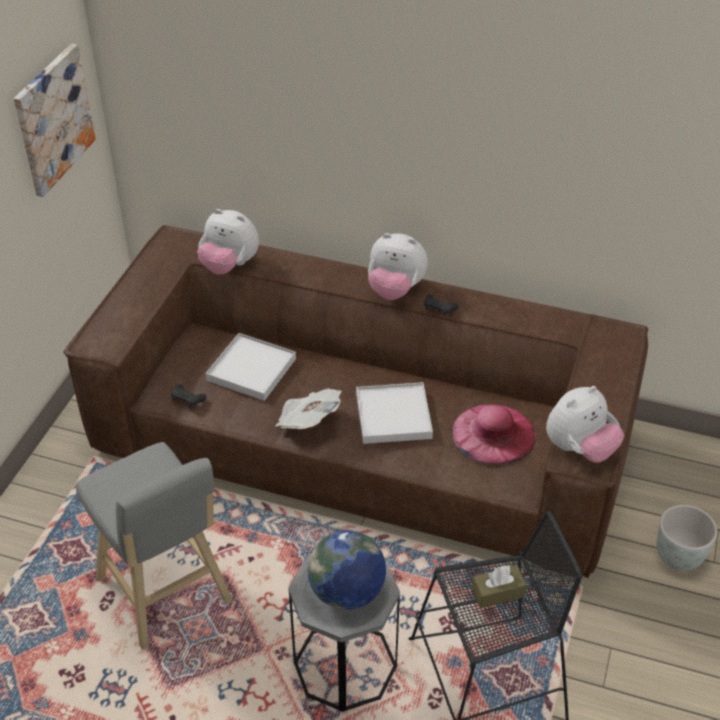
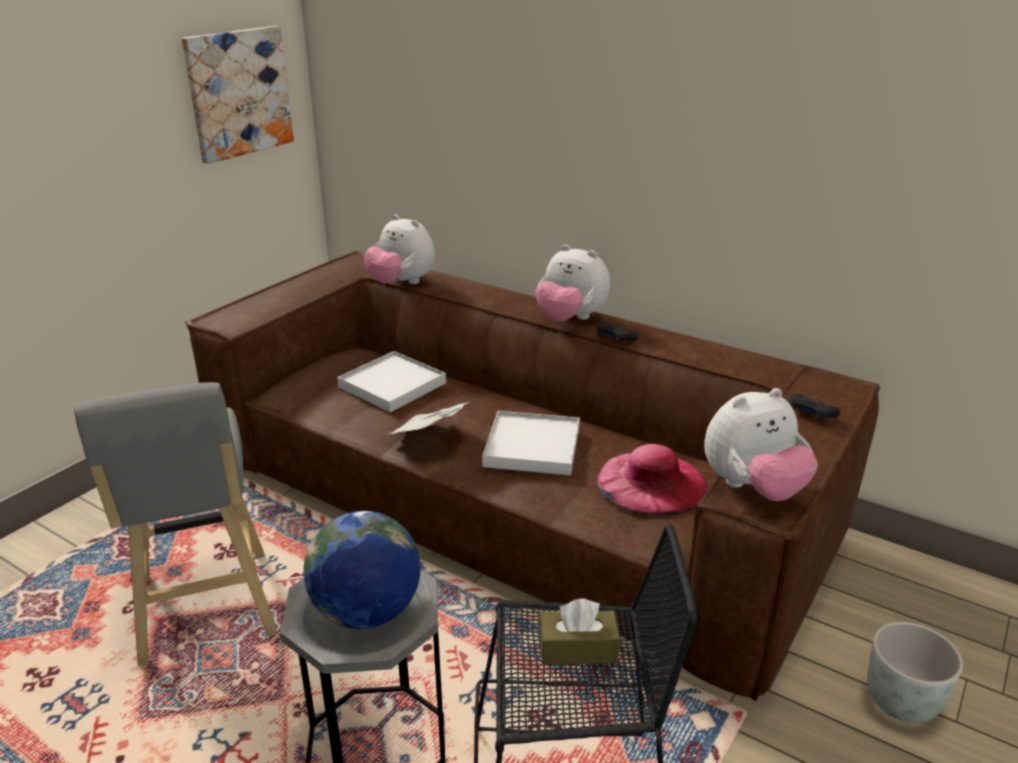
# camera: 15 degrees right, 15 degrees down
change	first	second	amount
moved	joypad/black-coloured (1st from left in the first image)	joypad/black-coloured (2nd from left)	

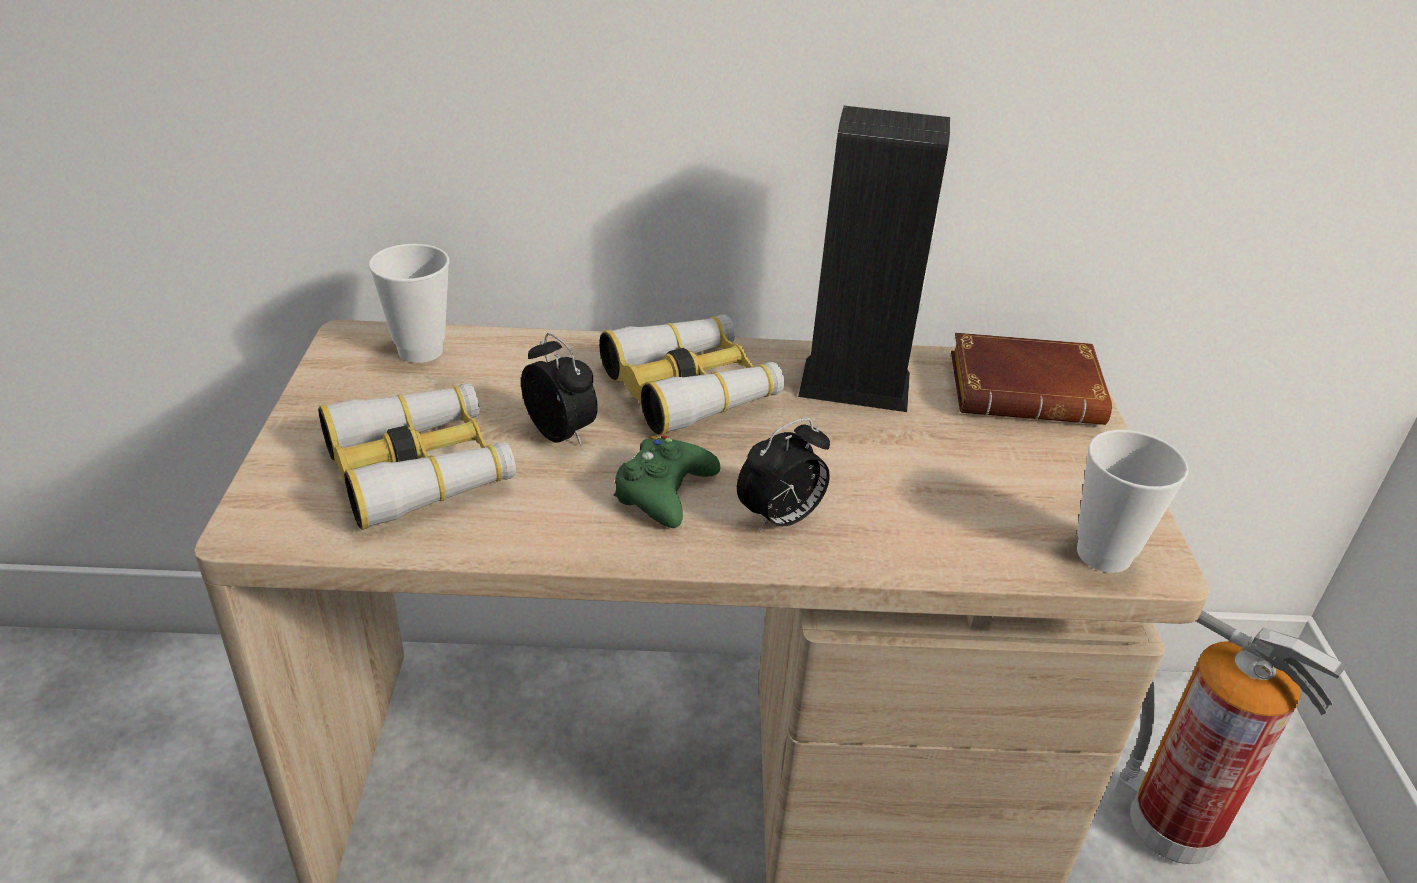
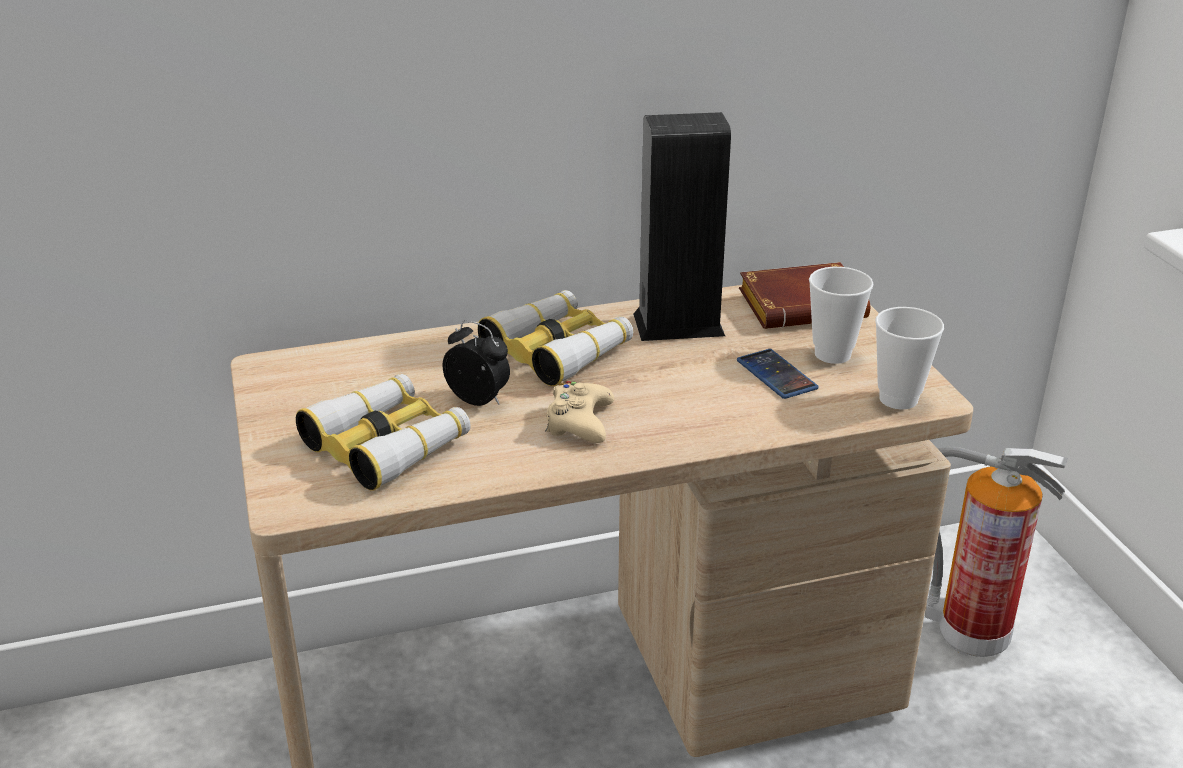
# camera: 15 degrees left, 5 degrees down
change	first	second	amount
moved	cup (1st from left)		
recoloured	joypad/greenish	joypad/beige-coloured	
removed	table clock (2nd from left)		
added		phone	

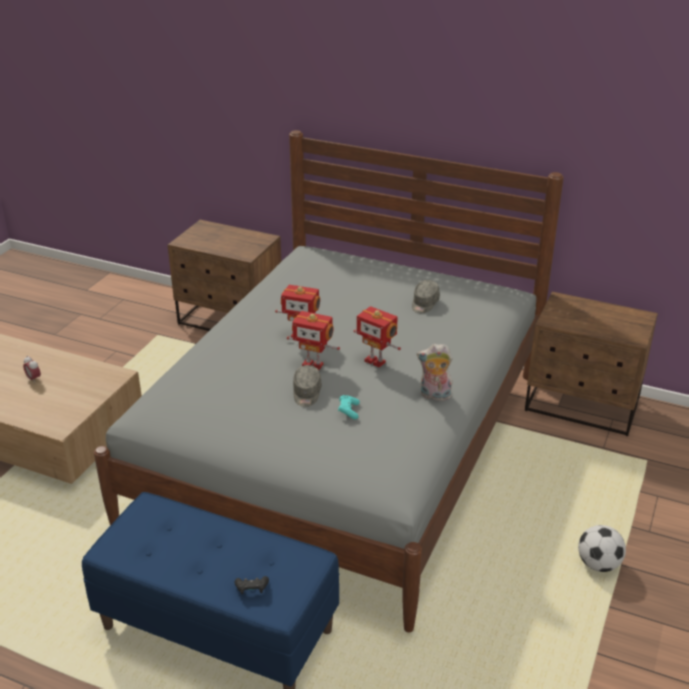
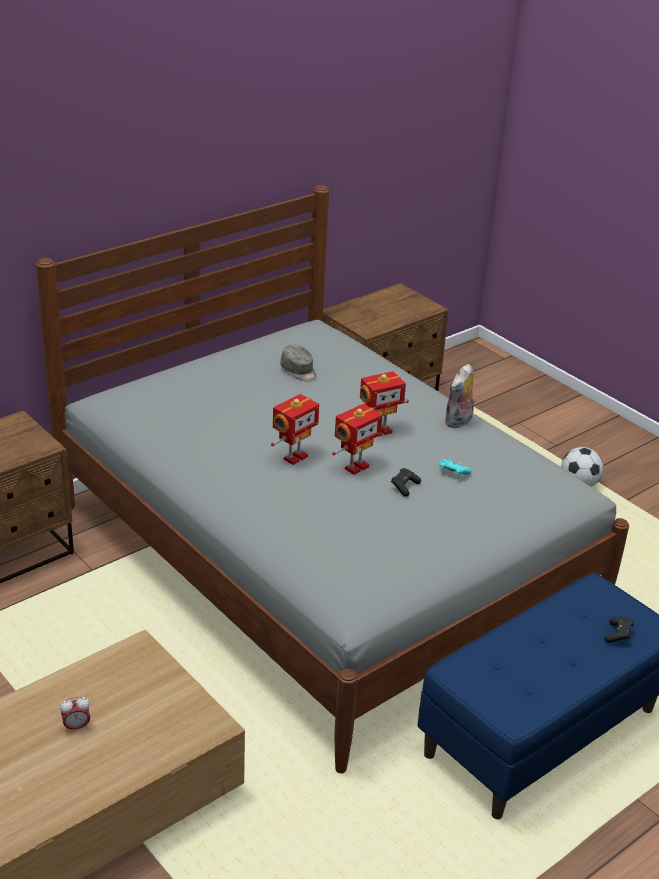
# camera: 65 degrees left, 0 degrees up
change	first	second	amount
replaced	peaked cap/gray (1st from left)	joypad/black-coloured (1st from left)	

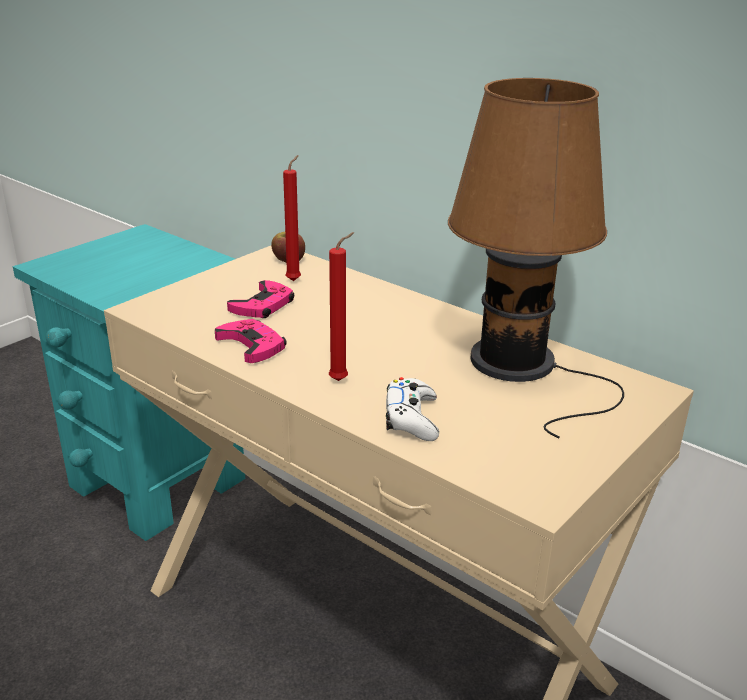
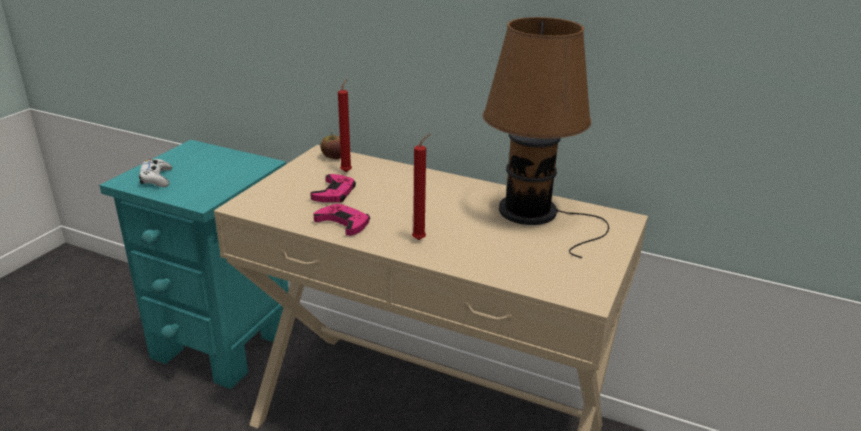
# camera: 15 degrees left, 0 degrees up
change	first	second	amount
moved	joypad/white-coloured		

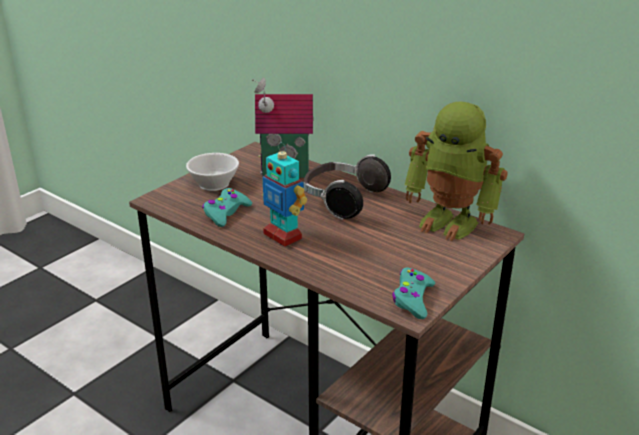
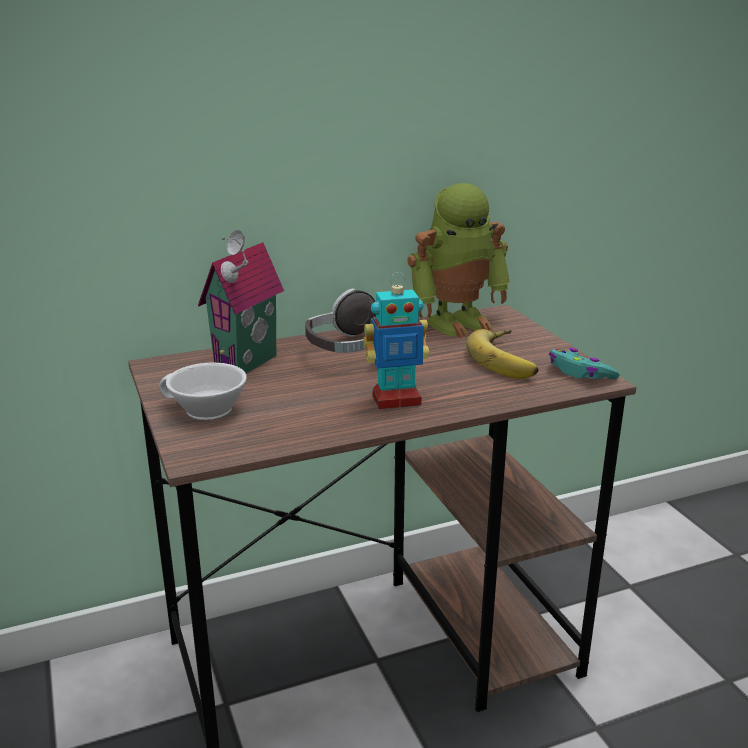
# camera: 60 degrees left, 5 degrees down
change	first	second	amount
removed	joypad/turquoise-coloured (1st from left)		
added		banana	

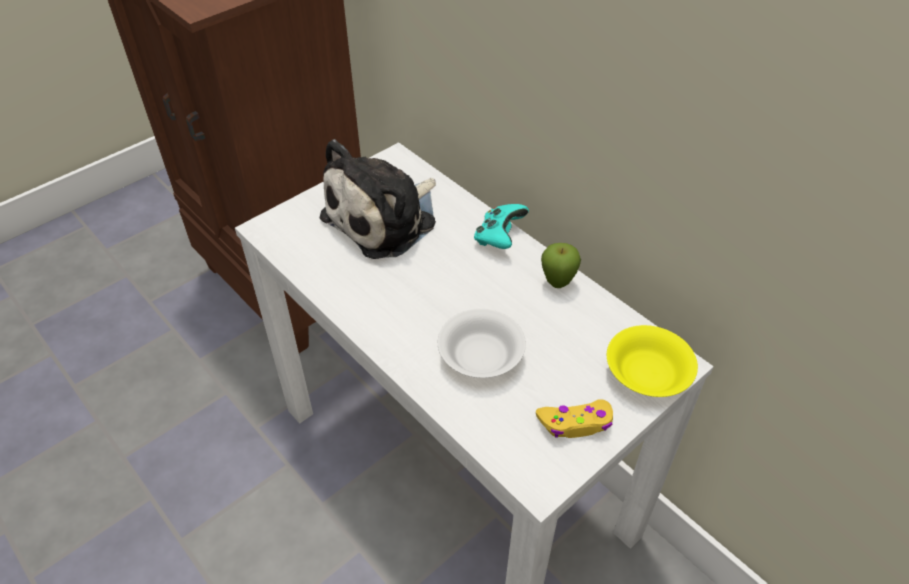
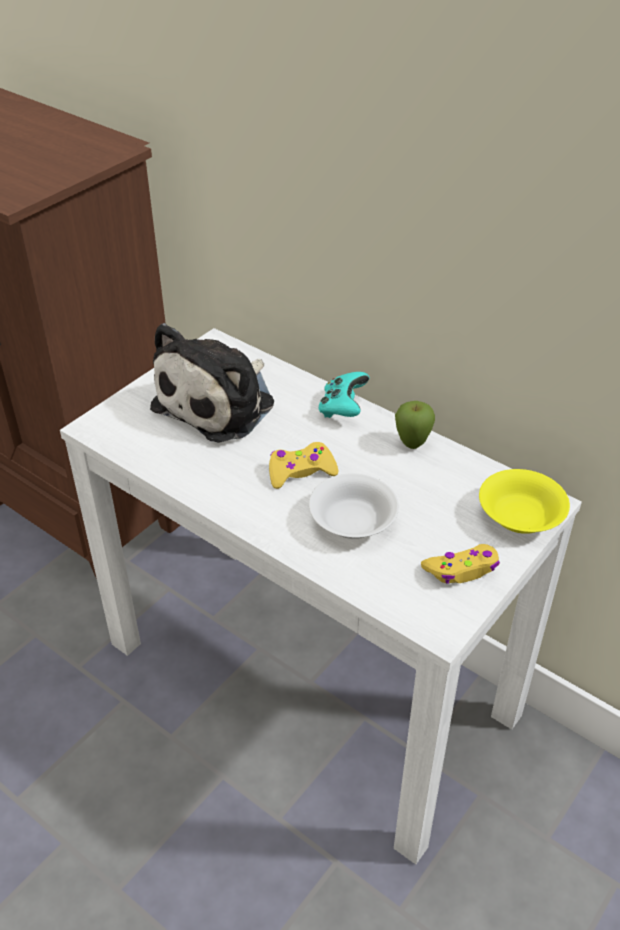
# camera: 10 degrees left, 5 degrees down
change	first	second	amount
added		joypad/yellow (1st from left)	

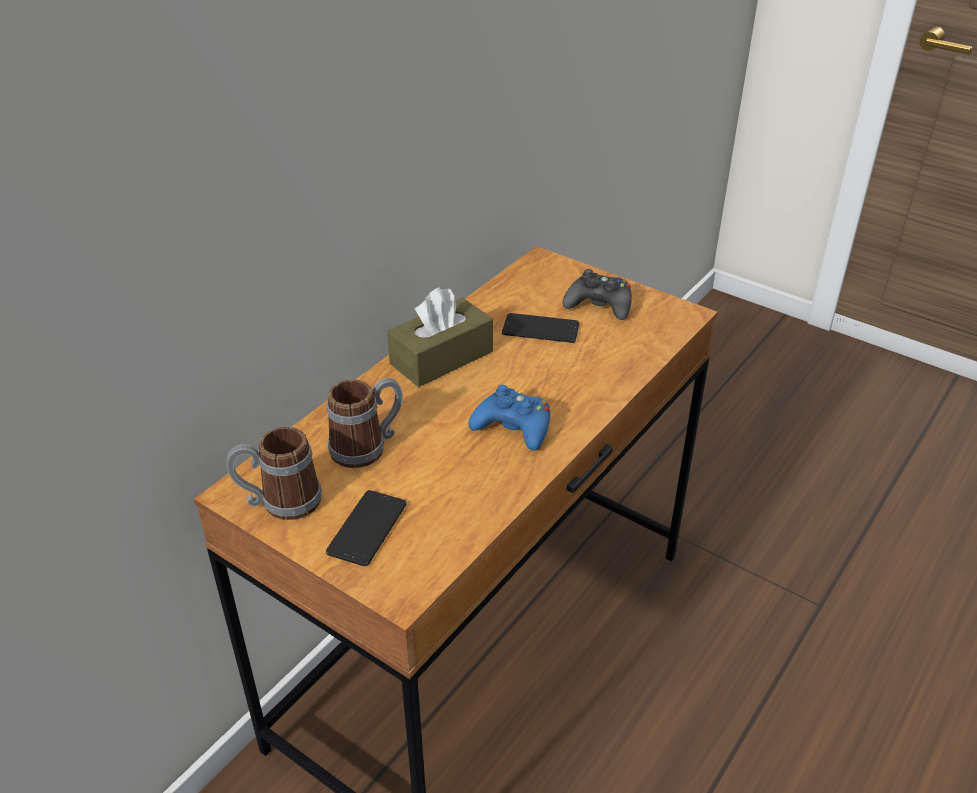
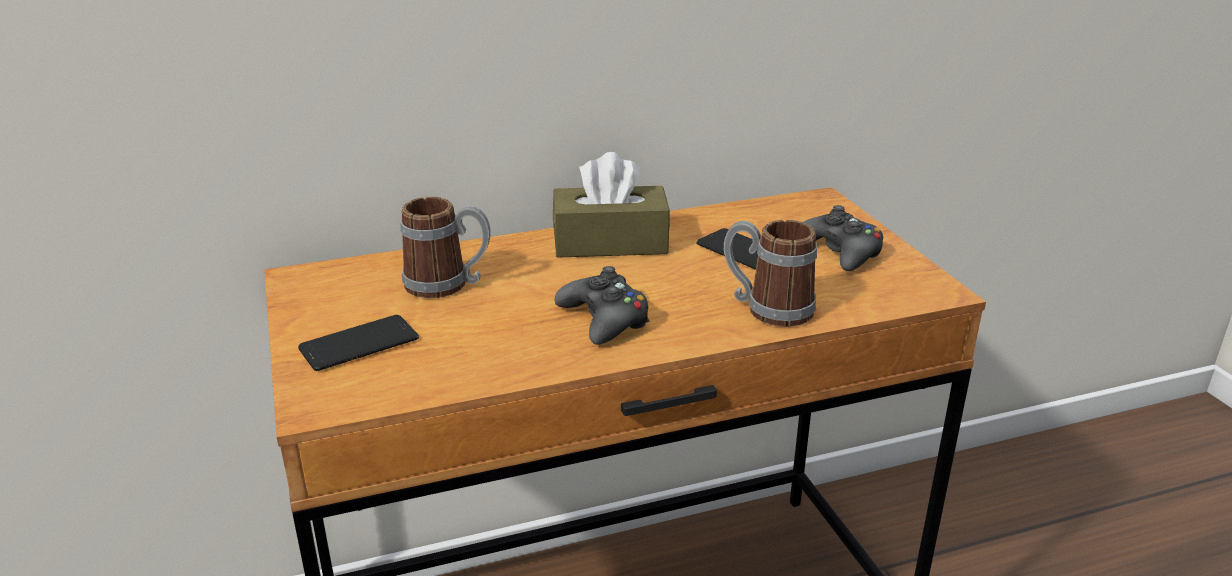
# camera: 35 degrees right, 10 degrees down
change	first	second	amount
moved	mug (1st from left in the first image)	mug (2nd from left)	
recoloured	joypad/bluish	joypad/black-coloured (1st from left)	

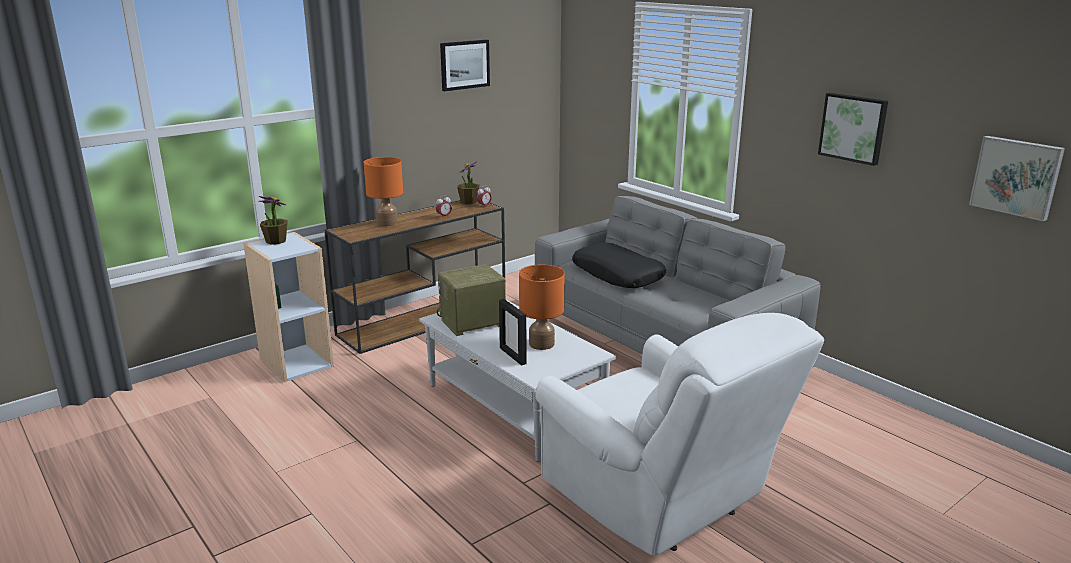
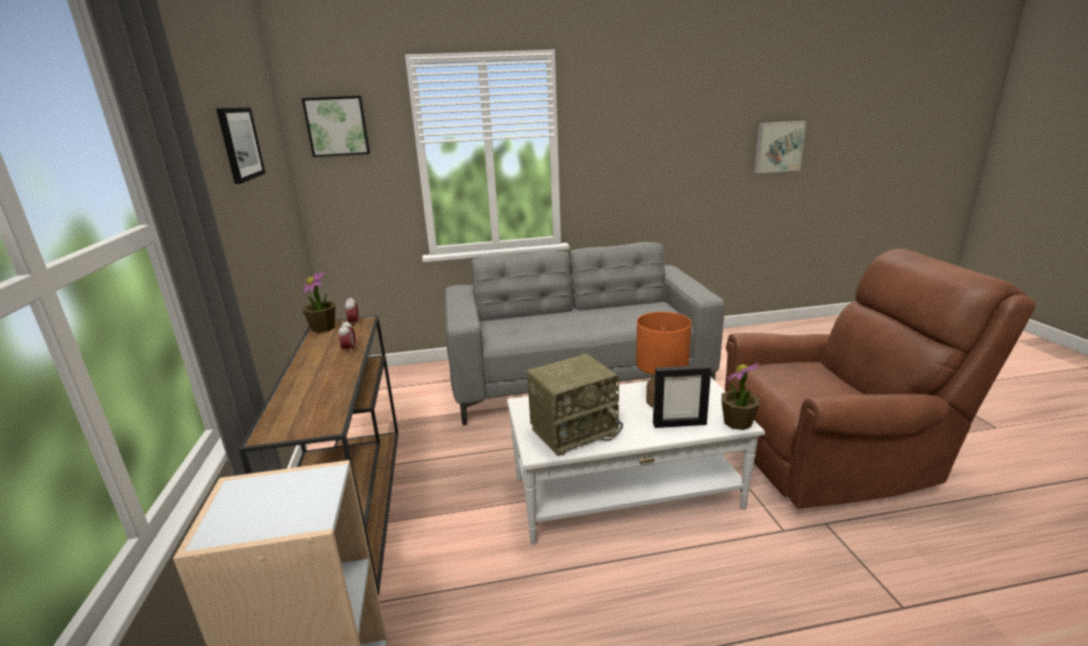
# camera: 60 degrees left, 0 degrees up
change	first	second	amount
moved	potted plant (1st from left in the first image)	potted plant (2nd from left)	
removed	lamp for a table/orangey (1st from left)		
turned	radio set		120 degrees counterclockwise
recoloured	armchair/white-coloured	armchair/brown-coloured	
removed	throw pillow/black-coloured		
moved	wall art (2nd from left)		

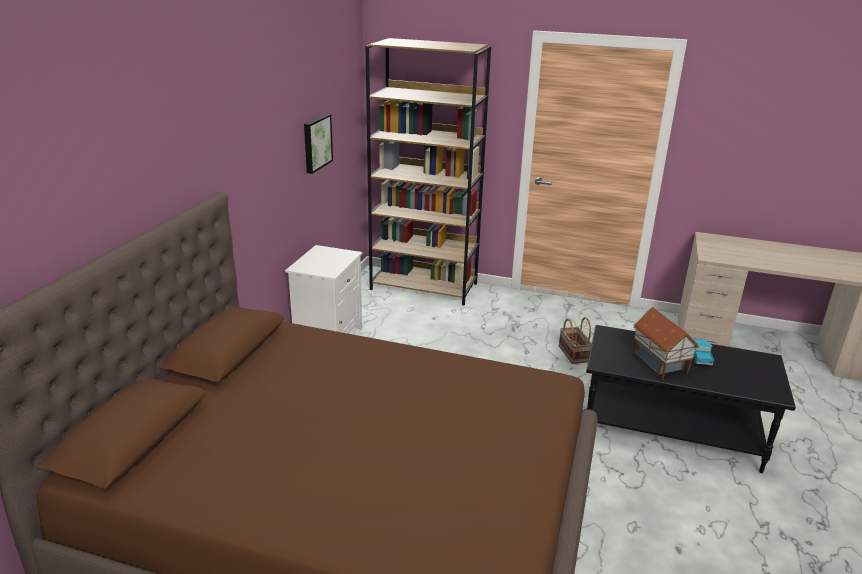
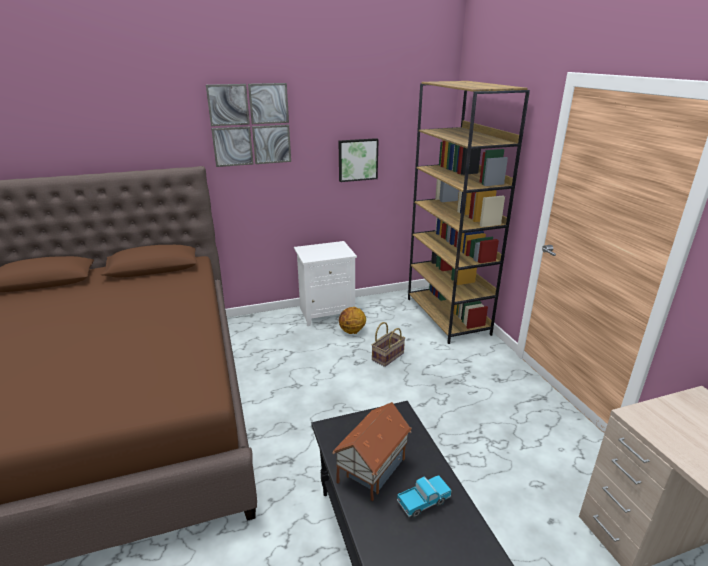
# camera: 55 degrees right, 0 degrees up
change	first	second	amount
moved	household basket		
added		wall art (1st from left)	
added		basketball	

